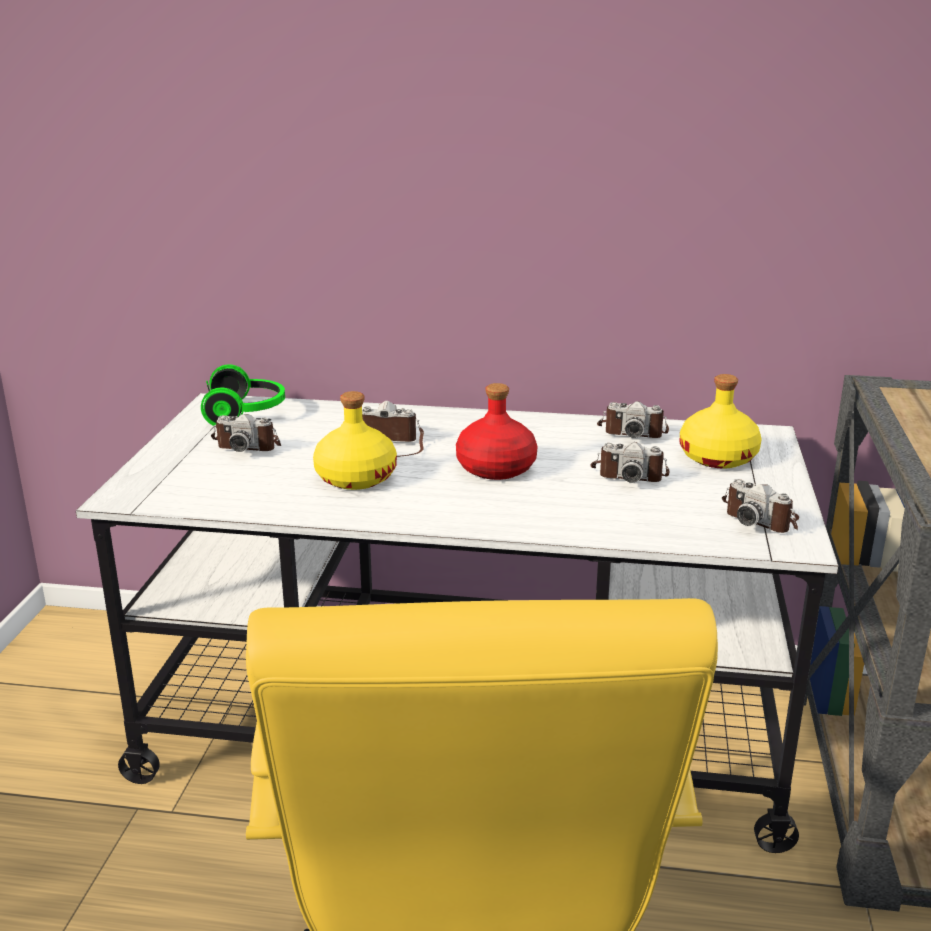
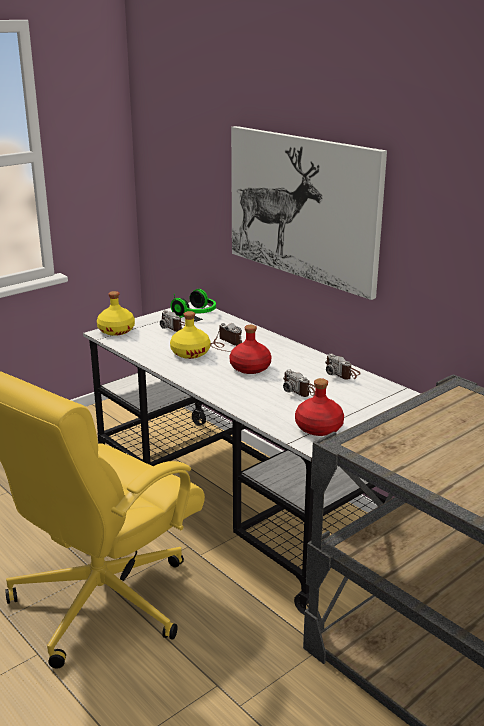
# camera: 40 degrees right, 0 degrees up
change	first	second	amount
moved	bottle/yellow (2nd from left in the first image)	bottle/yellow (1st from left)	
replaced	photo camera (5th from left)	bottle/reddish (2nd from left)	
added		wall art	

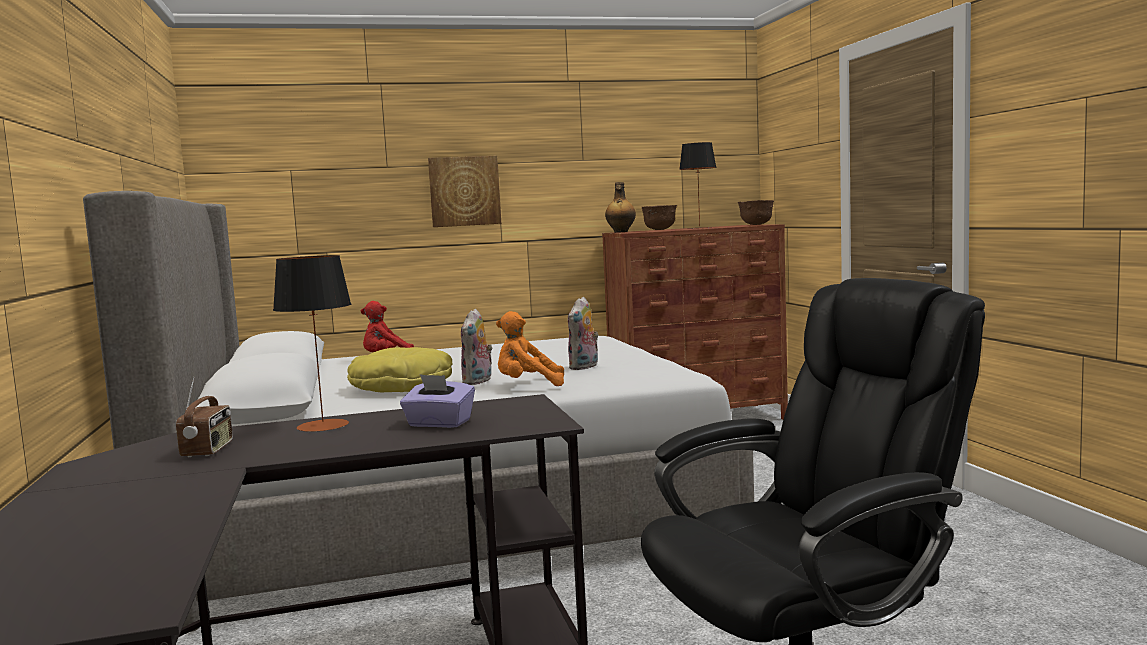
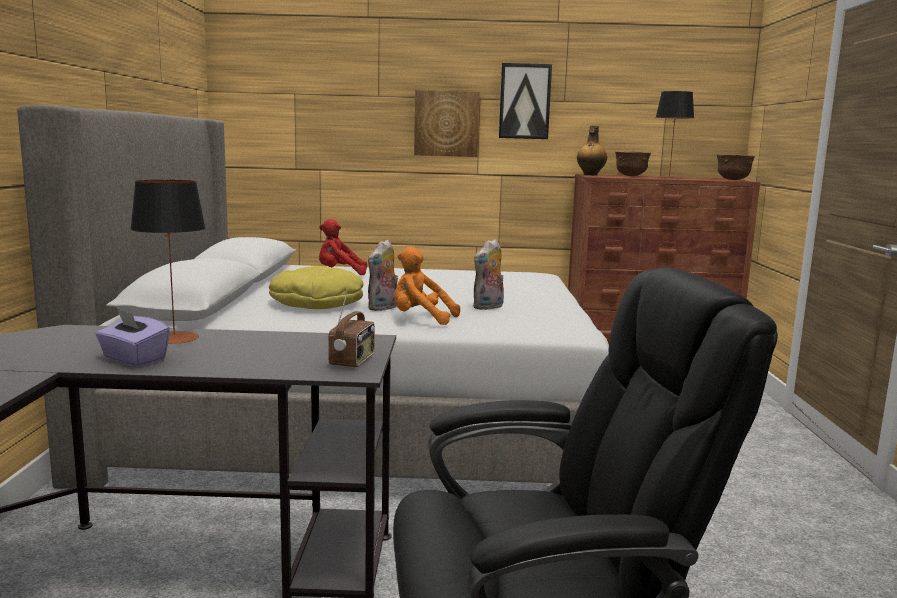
# camera: 15 degrees right, 5 degrees up
change	first	second	amount
moved	radio set		
moved	tissue holder/purple-coloured		
added		wall art (2nd from left)	

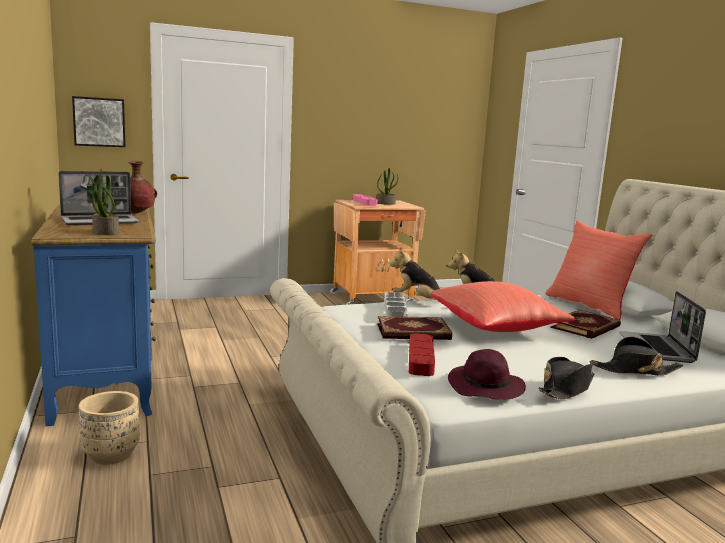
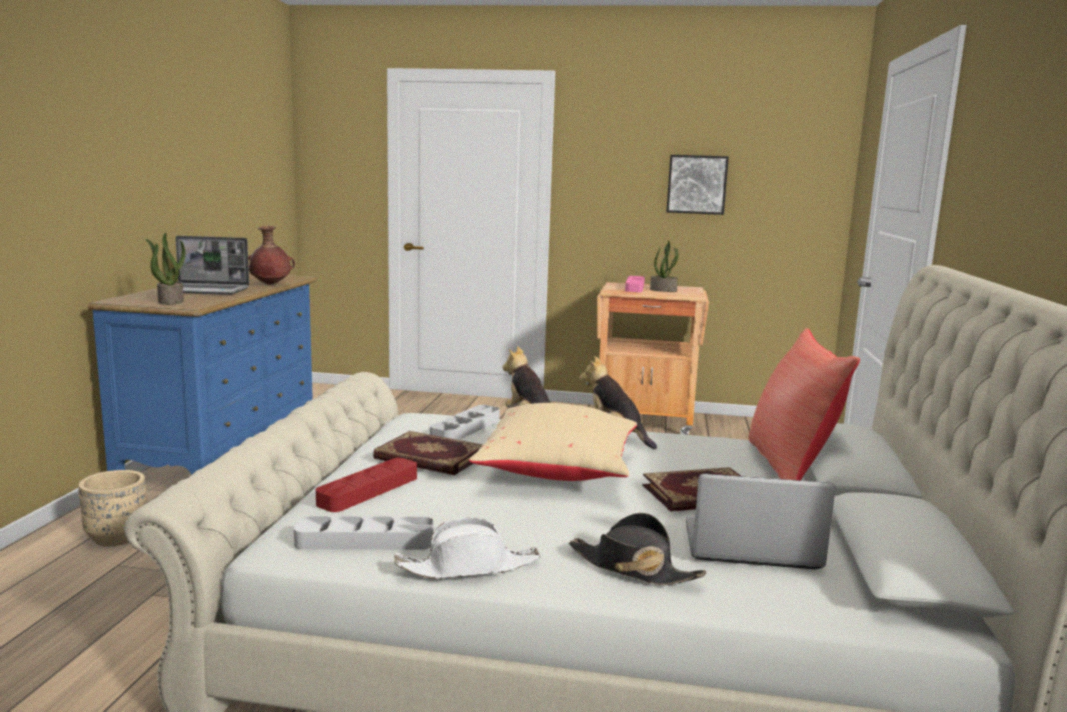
# camera: 30 degrees right, 0 degrees up
change	first	second	amount
moved	wall art		
recoloured	throw pillow/reddish (1st from left)	throw pillow/beige-coloured	
replaced	clothing hat/purple-coloured	carrying tray/gray (1st from left)	
recoloured	clothing hat/black-coloured (1st from left)	clothing hat/white-coloured	
turned	notebook computer (2nd from left)		60 degrees clockwise

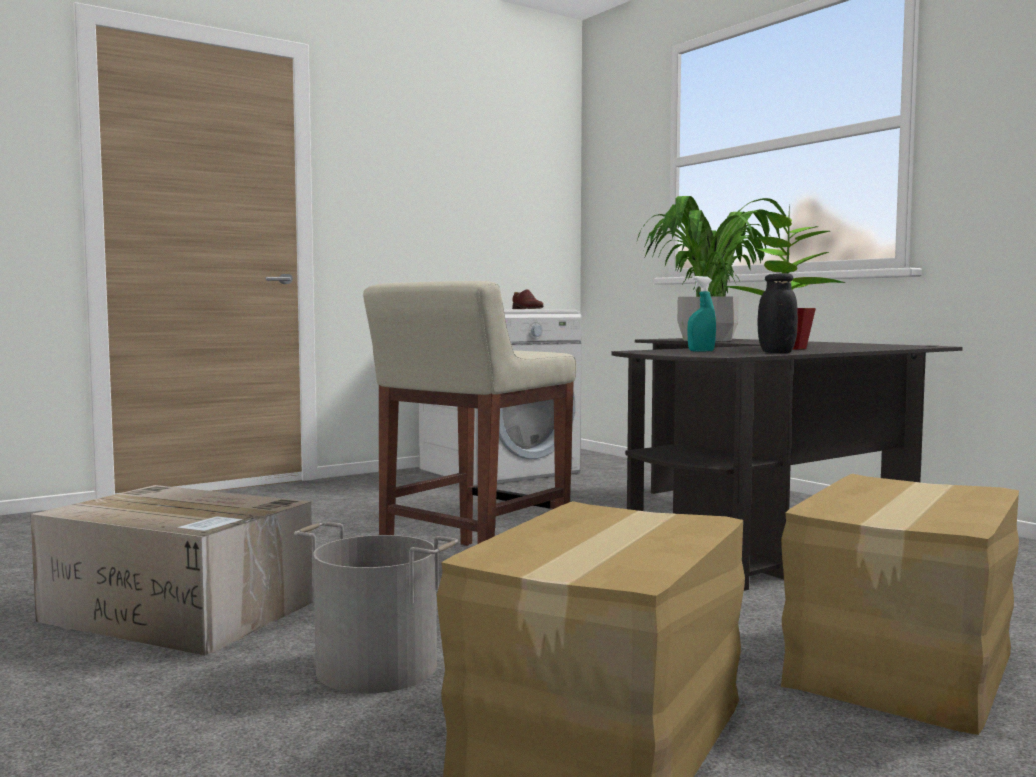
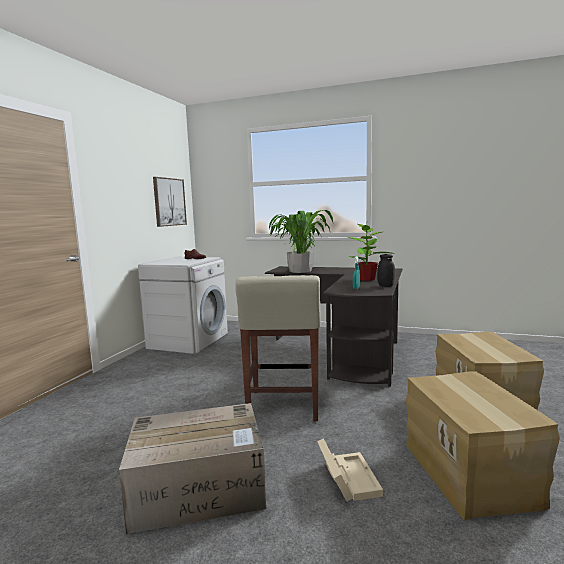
# camera: 35 degrees left, 5 degrees up
change	first	second	amount
replaced	bucket/gray	storage bin/beige-coloured	
added		wall art	

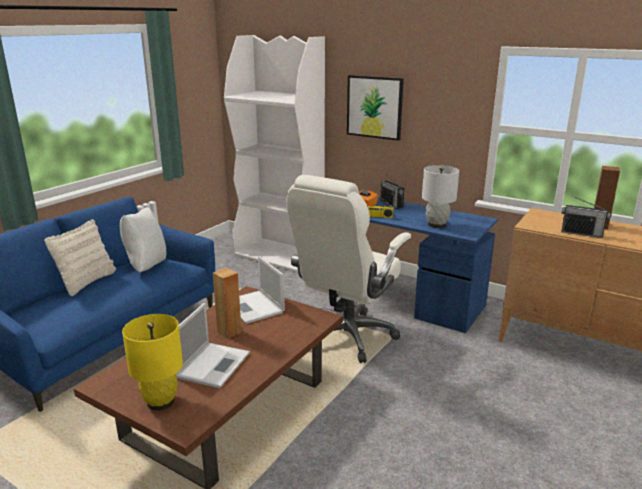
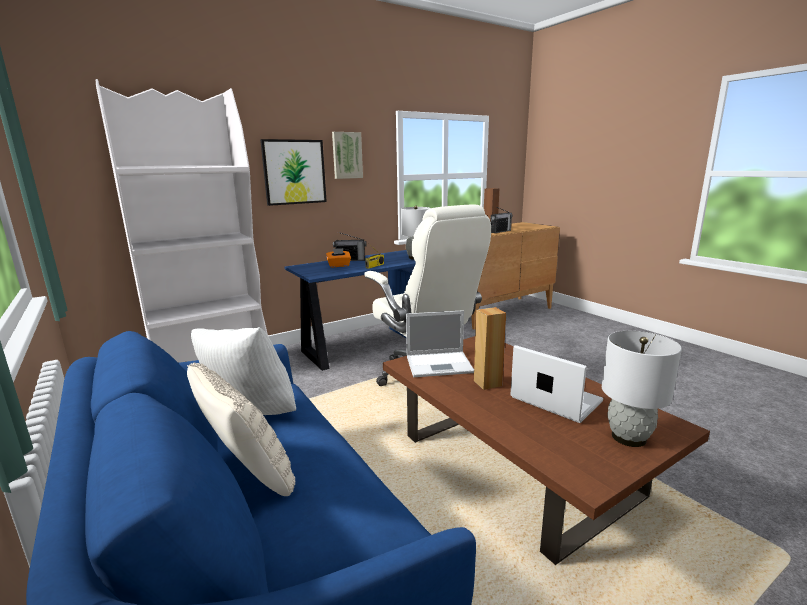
# camera: 65 degrees left, 5 degrees down
change	first	second	amount
recoloured	lamp for a table/yellow	lamp for a table/white-coloured (2nd from left)	
added		wall art (2nd from left)	

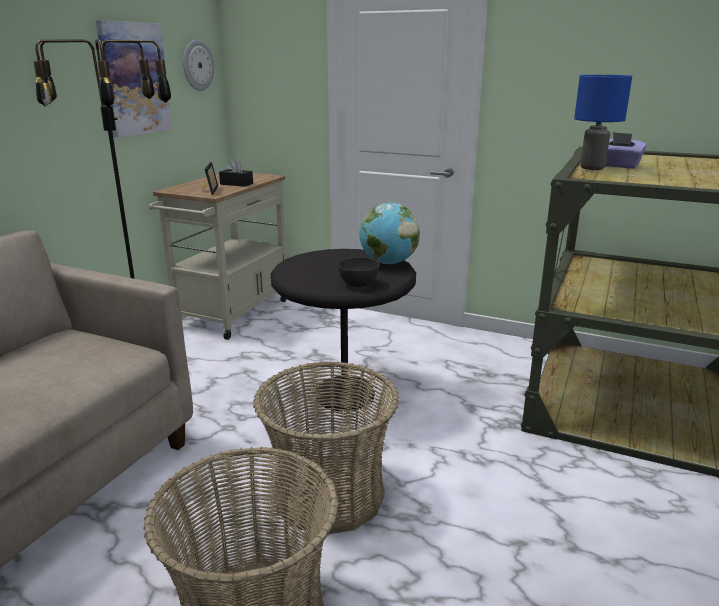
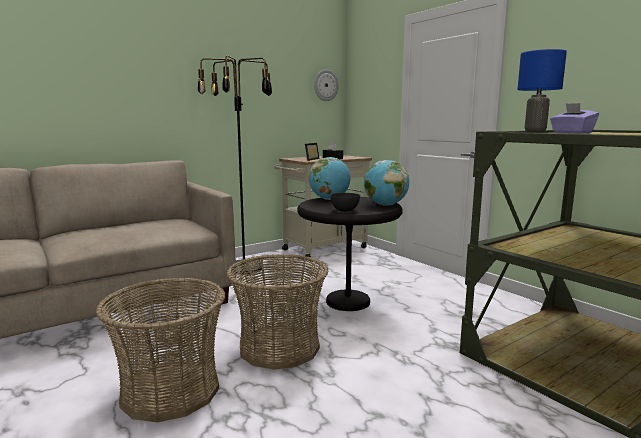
# camera: 30 degrees right, 10 degrees down
change	first	second	amount
removed	wall art		
added		desk globe (1st from left)	

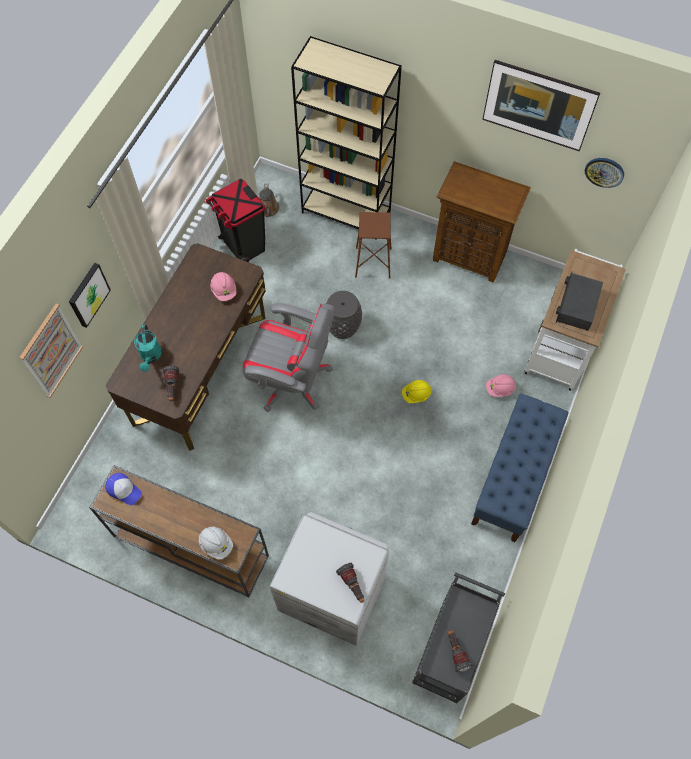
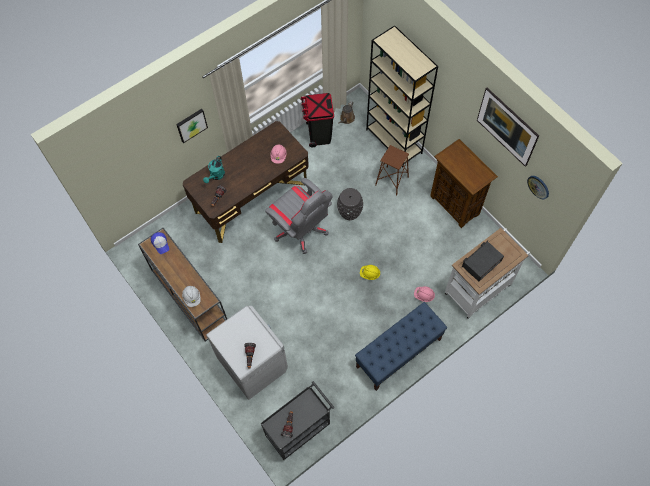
# camera: 30 degrees right, 0 degrees up
change	first	second	amount
removed	wall art (1st from left)		

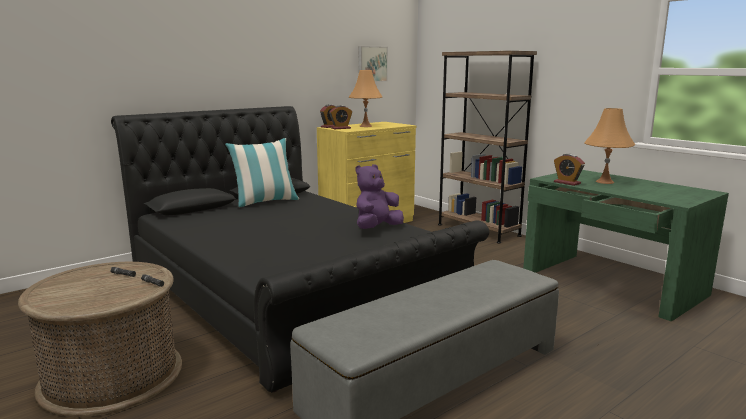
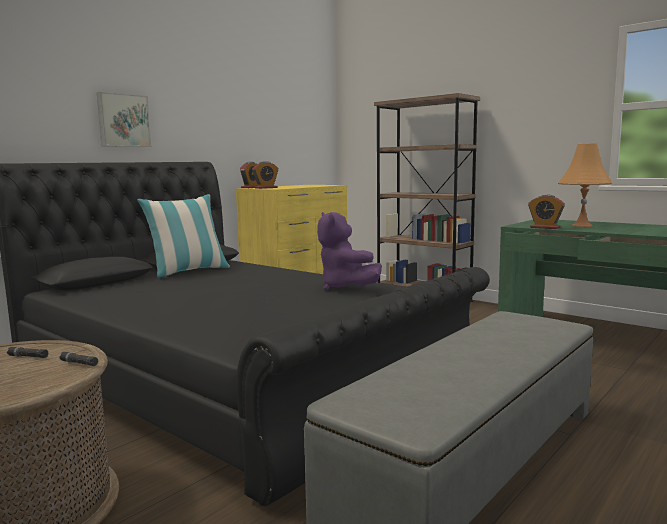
# camera: 10 degrees left, 5 degrees down
change	first	second	amount
removed	lamp for a table/orangey (1st from left)		
turned	plush toy/purple-coloured		60 degrees counterclockwise
moved	wall art		

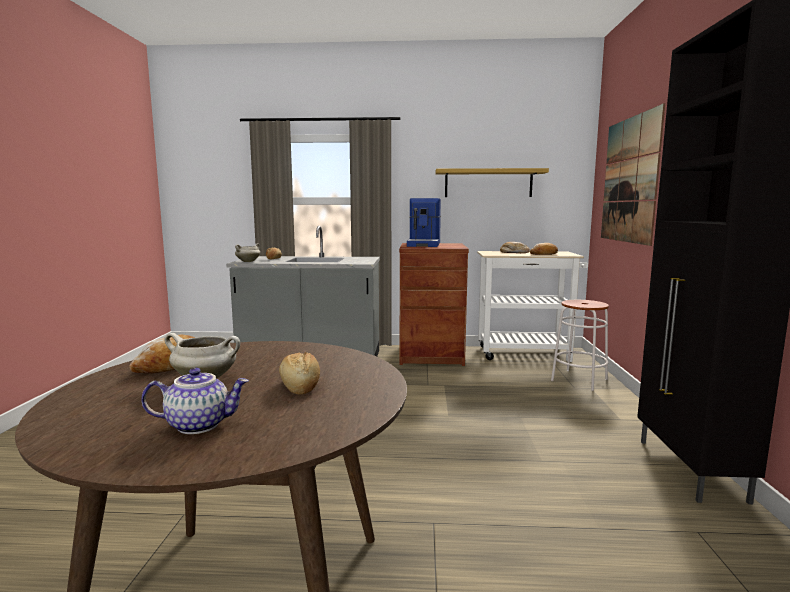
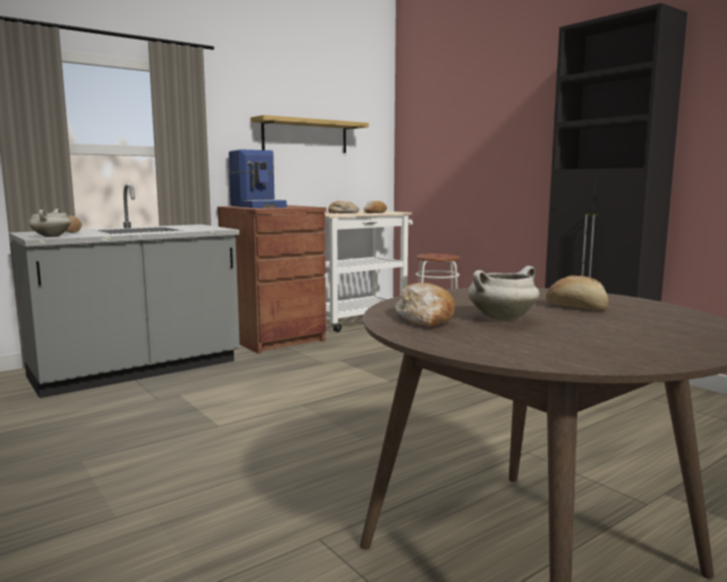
# camera: 40 degrees left, 0 degrees up
change	first	second	amount
removed	teapot		
removed	wall art		

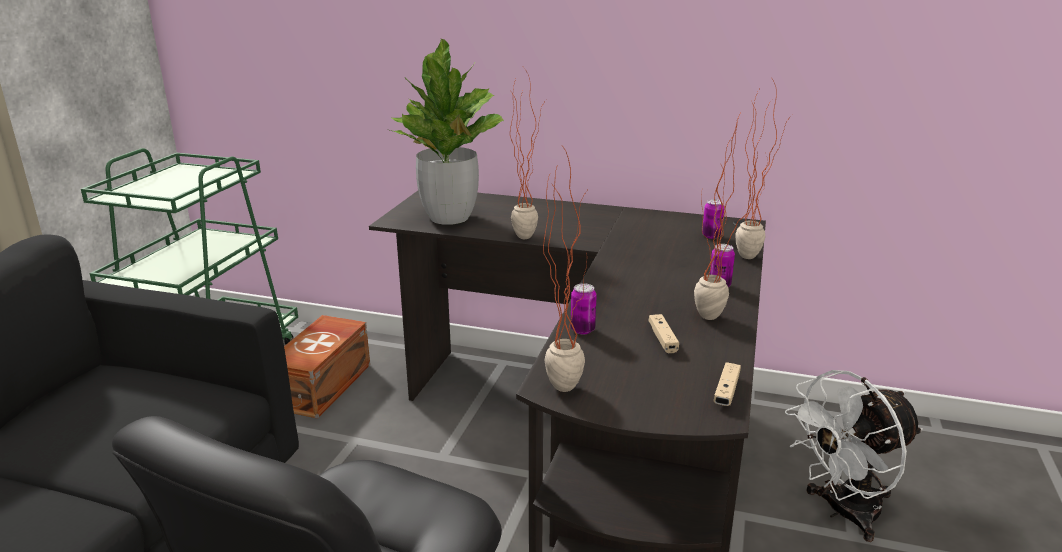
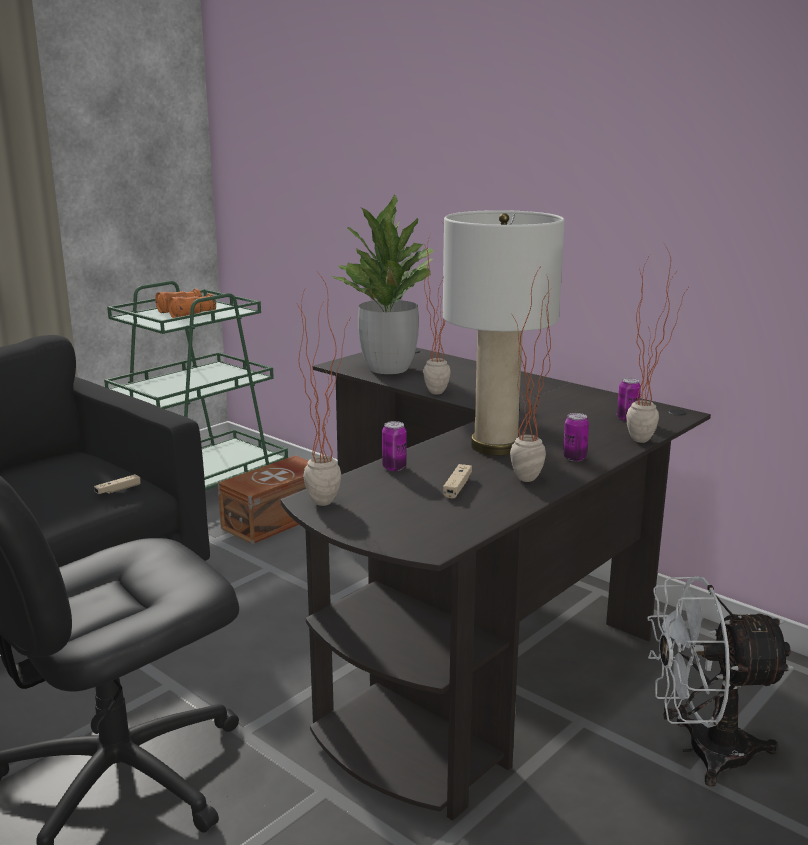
# camera: 25 degrees right, 5 degrees down
change	first	second	amount
moved	joypad/beige-coloured (2nd from left in the first image)	joypad/beige-coloured (1st from left)	
added		binoculars/orangey	
added		lamp for a table/white-coloured	

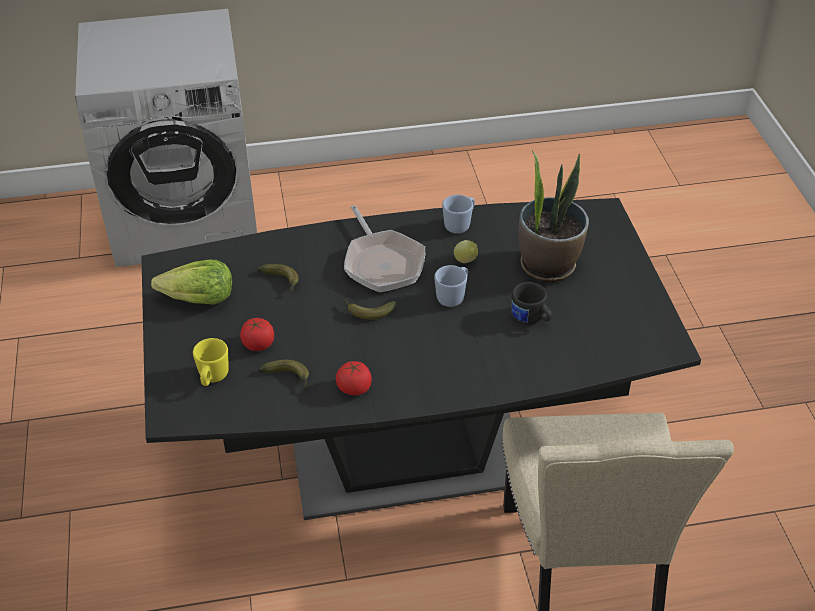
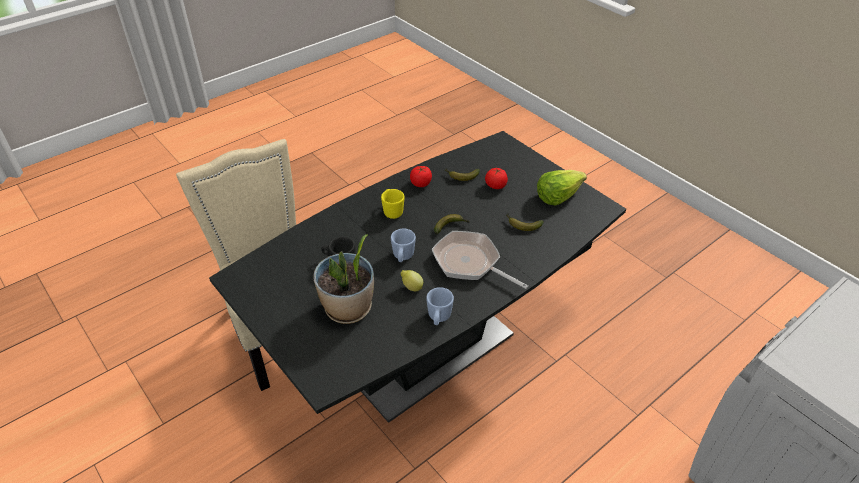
# camera: 150 degrees right, 0 degrees up
change	first	second	amount
moved	mug/yellow		

